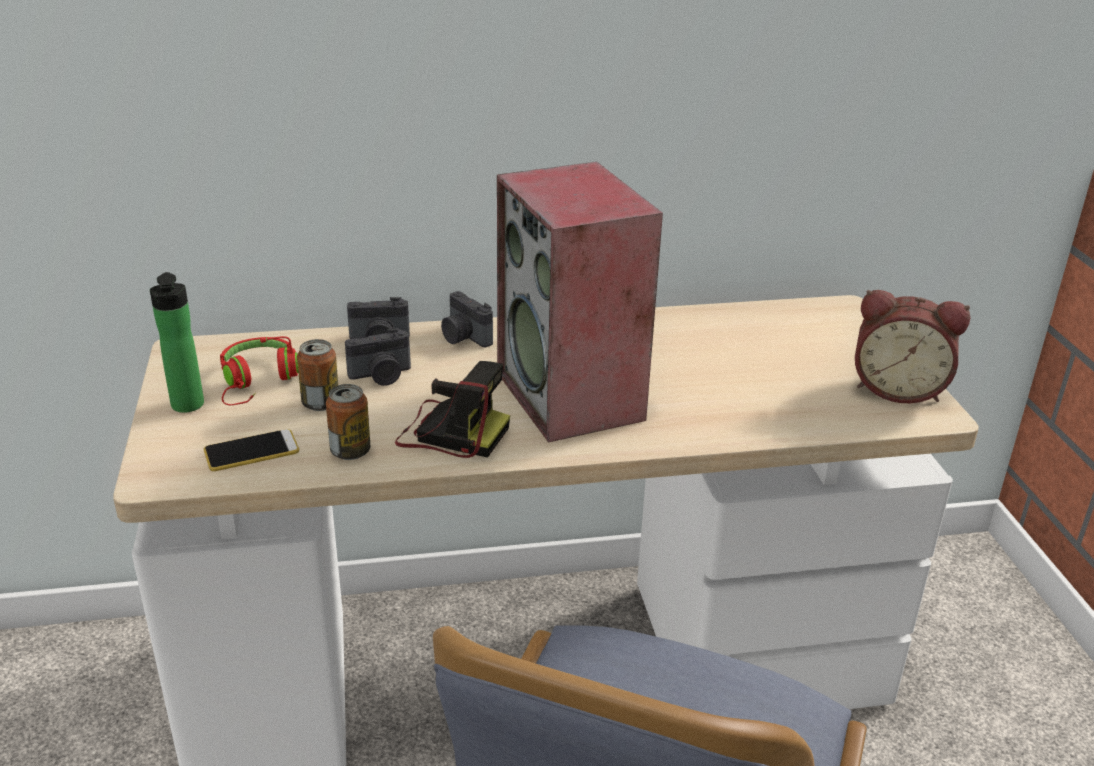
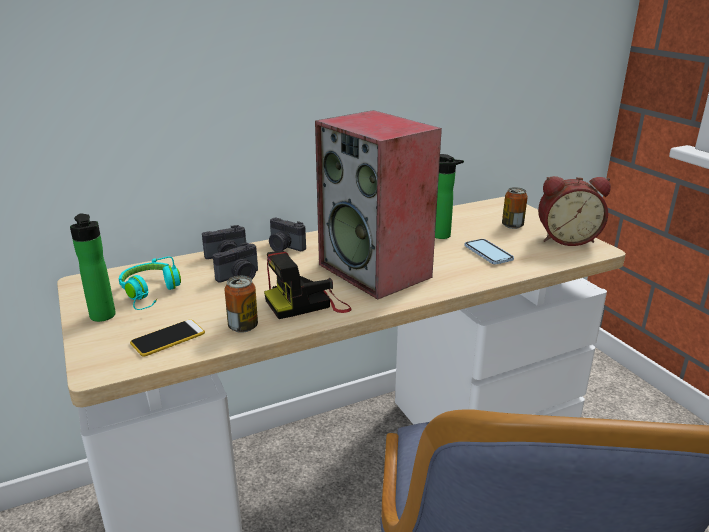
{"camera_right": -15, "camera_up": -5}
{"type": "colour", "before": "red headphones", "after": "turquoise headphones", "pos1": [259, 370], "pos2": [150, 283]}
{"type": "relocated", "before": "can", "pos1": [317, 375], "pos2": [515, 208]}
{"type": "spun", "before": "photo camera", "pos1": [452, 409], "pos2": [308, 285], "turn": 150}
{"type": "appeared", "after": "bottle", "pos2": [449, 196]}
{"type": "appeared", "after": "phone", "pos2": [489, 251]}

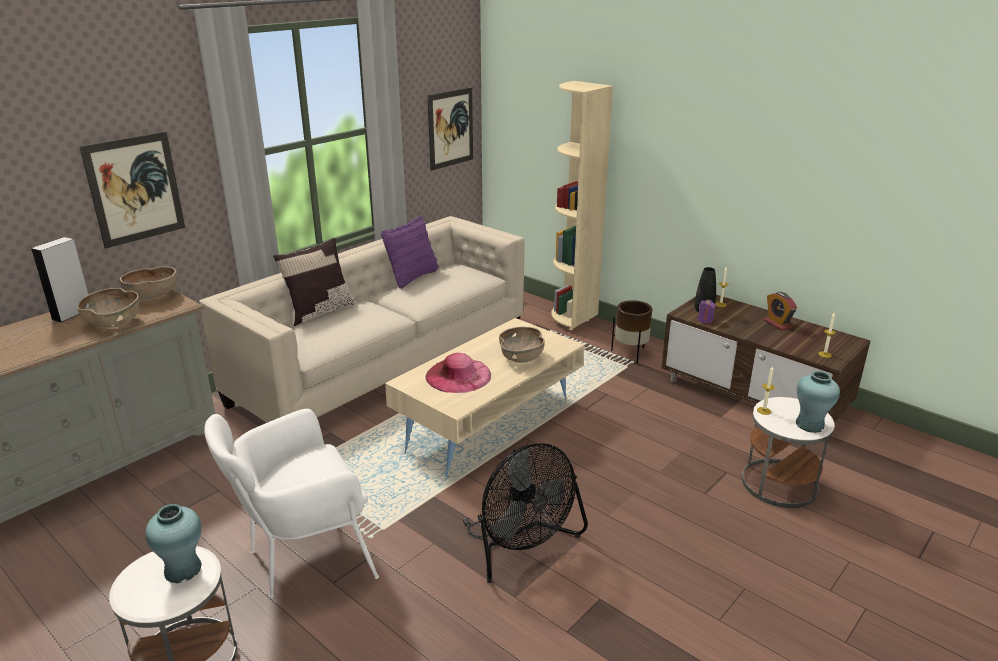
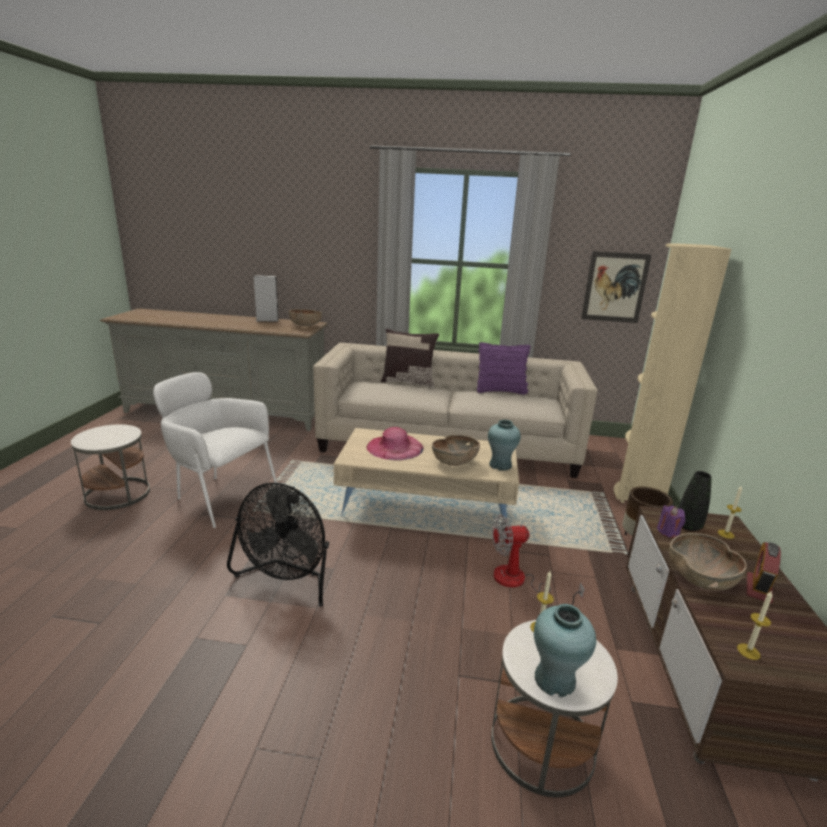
{"camera_right": 55, "camera_up": -5}
{"type": "missing", "before": "picture", "pos1": [132, 190]}
{"type": "relocated", "before": "brown bowl", "pos1": [108, 308], "pos2": [708, 562]}
{"type": "relocated", "before": "turquoise vase", "pos1": [173, 543], "pos2": [504, 445]}
{"type": "appeared", "after": "fan", "pos2": [538, 561]}

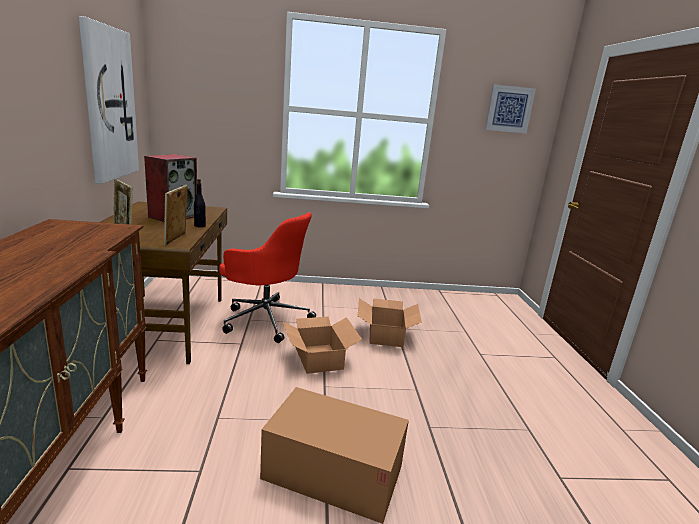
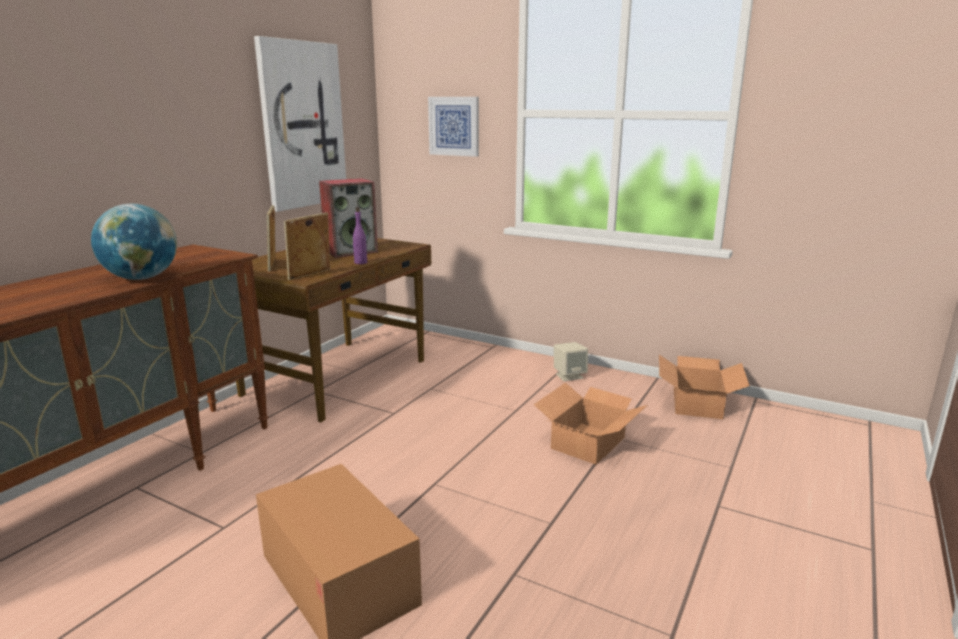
{"camera_right": 35, "camera_up": 0}
{"type": "relocated", "before": "picture", "pos1": [510, 109], "pos2": [453, 127]}
{"type": "colour", "before": "black bottle", "after": "purple bottle", "pos1": [200, 203], "pos2": [360, 235]}
{"type": "missing", "before": "red office chair", "pos1": [267, 277]}
{"type": "relocated", "before": "cardboard box", "pos1": [322, 345], "pos2": [704, 387]}
{"type": "appeared", "after": "globe", "pos2": [134, 242]}
{"type": "appeared", "after": "beige speaker", "pos2": [571, 361]}

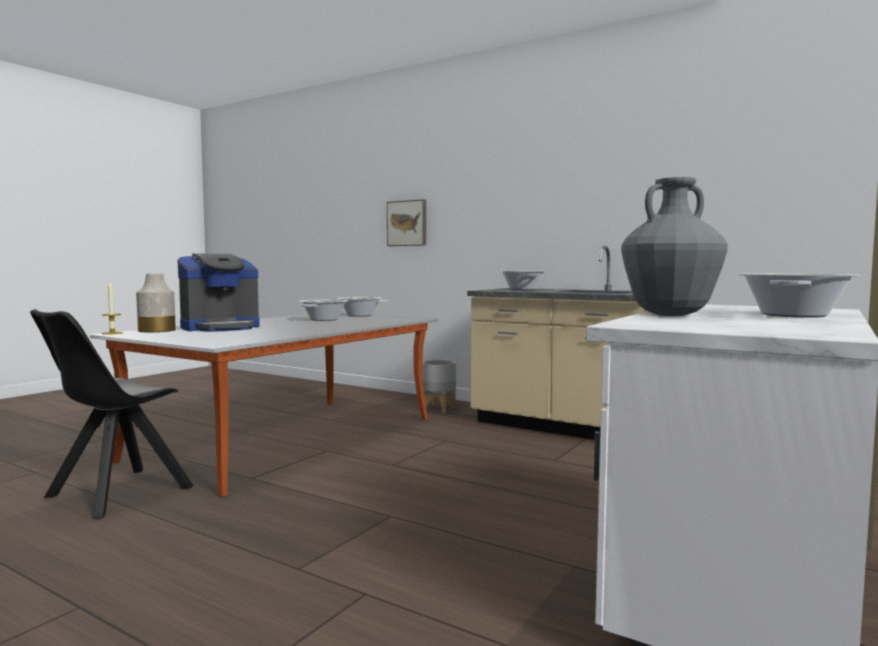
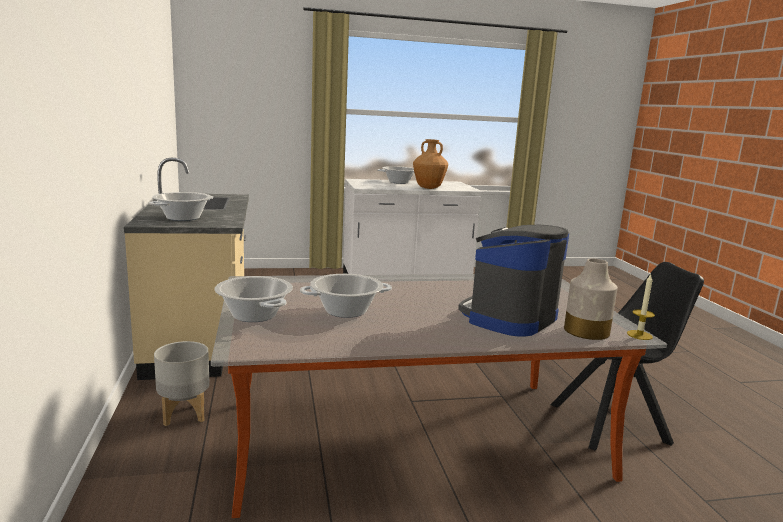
{"camera_right": -135, "camera_up": 10}
{"type": "colour", "before": "grey vase", "after": "brown vase", "pos1": [674, 246], "pos2": [430, 164]}
{"type": "missing", "before": "picture", "pos1": [406, 222]}
{"type": "spun", "before": "coffee machine", "pos1": [218, 292], "pos2": [513, 281], "turn": -60}

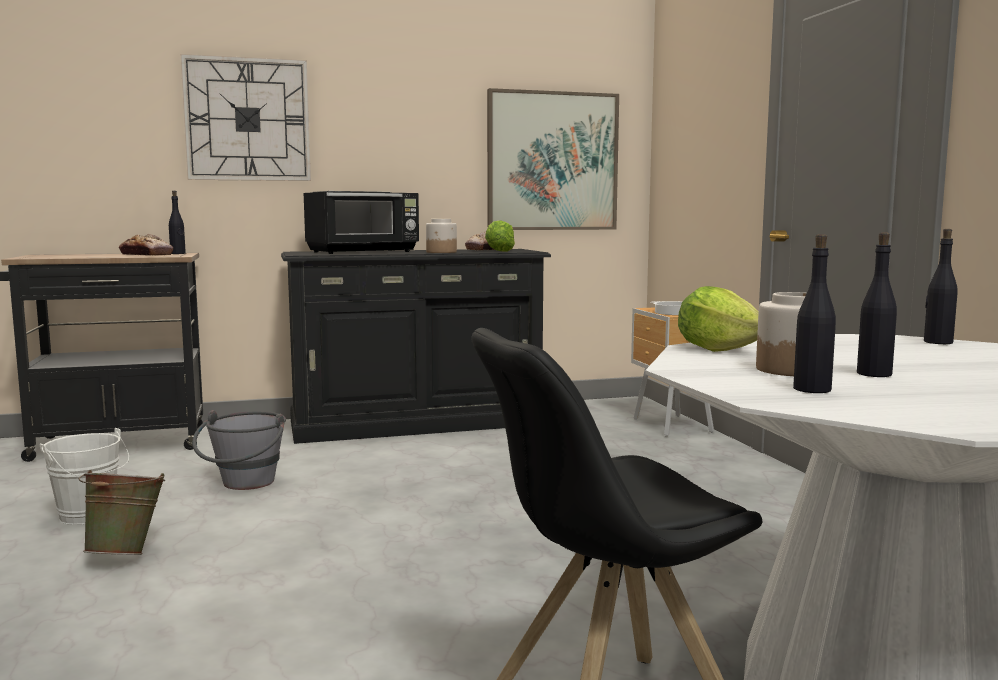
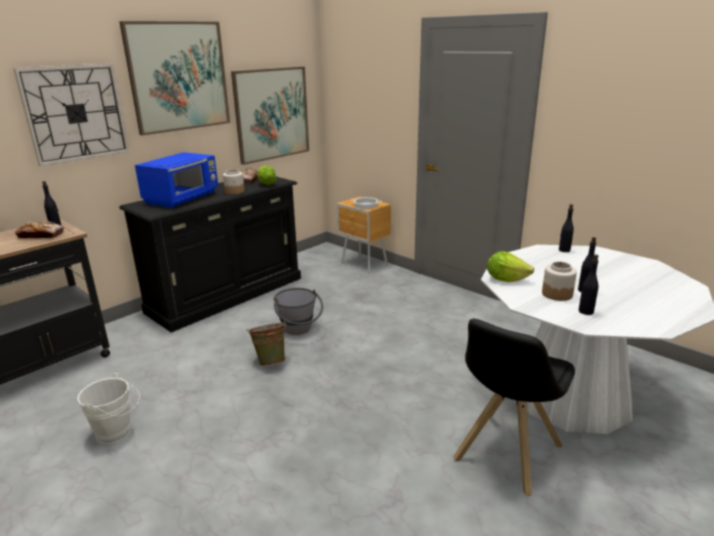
{"camera_right": -30, "camera_up": 15}
{"type": "colour", "before": "black microwave", "after": "blue microwave", "pos1": [361, 222], "pos2": [176, 180]}
{"type": "relocated", "before": "grey bucket", "pos1": [239, 450], "pos2": [298, 311]}
{"type": "relocated", "before": "green bucket", "pos1": [121, 512], "pos2": [266, 343]}
{"type": "appeared", "after": "picture", "pos2": [174, 78]}

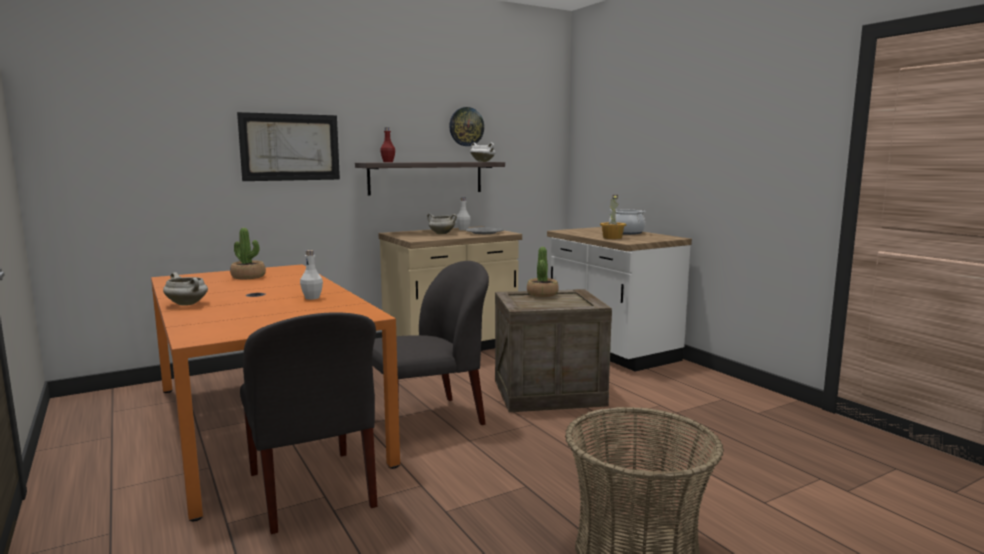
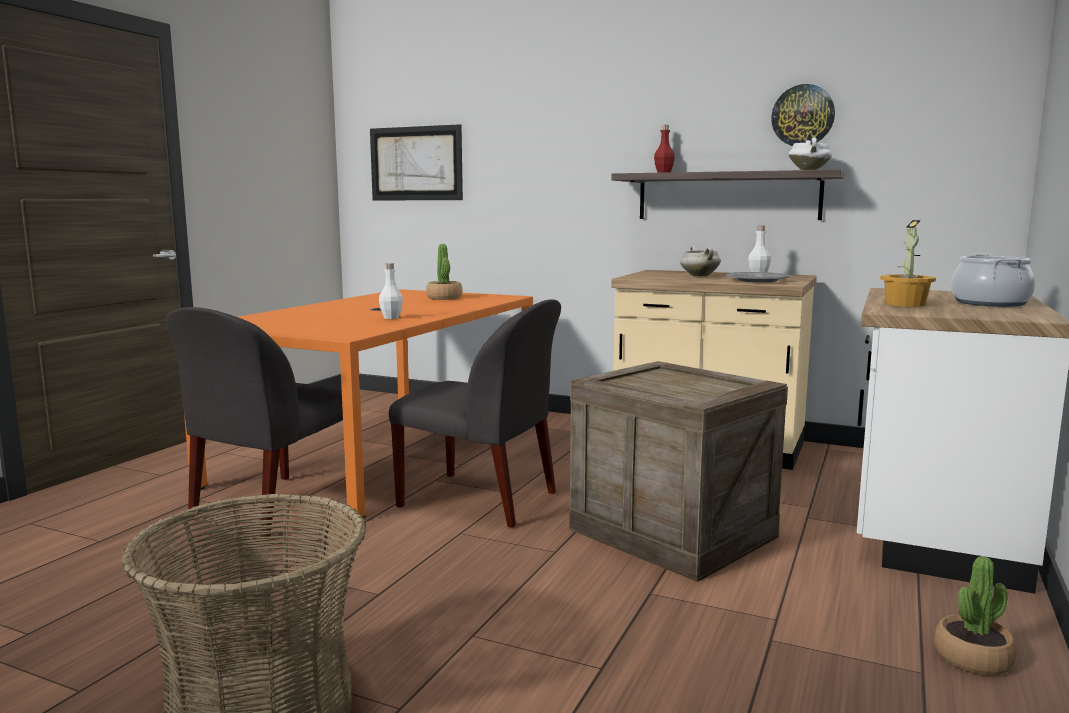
{"camera_right": 55, "camera_up": 0}
{"type": "relocated", "before": "picture", "pos1": [288, 146], "pos2": [416, 162]}
{"type": "relocated", "before": "potted plant", "pos1": [543, 272], "pos2": [975, 615]}
{"type": "missing", "before": "white cooking pot", "pos1": [185, 289]}

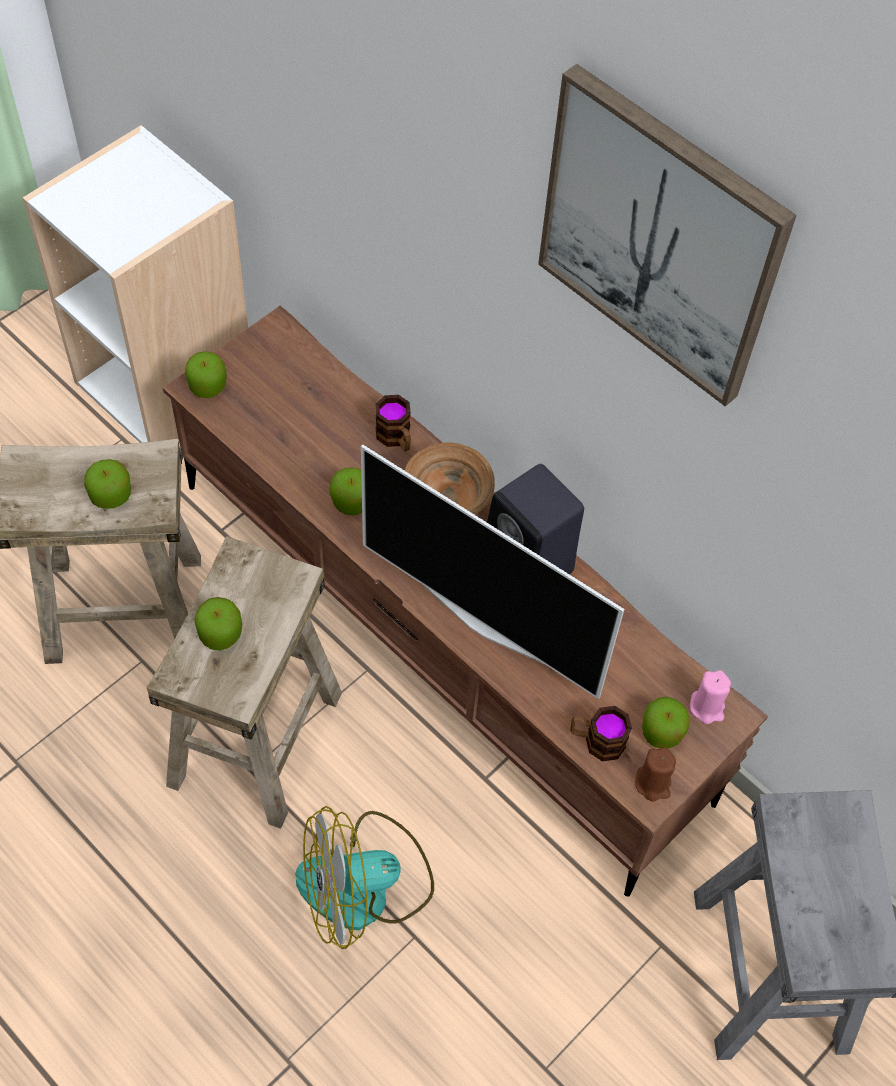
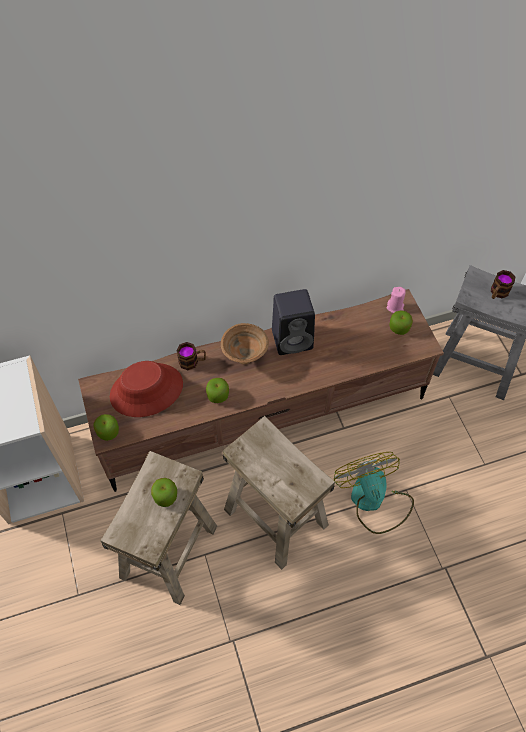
{"camera_right": -60, "camera_up": 0}
{"type": "missing", "before": "picture", "pos1": [667, 235]}
{"type": "missing", "before": "television", "pos1": [492, 571]}
{"type": "missing", "before": "apple", "pos1": [218, 624]}
{"type": "relocated", "before": "mug", "pos1": [601, 734], "pos2": [503, 284]}
{"type": "missing", "before": "brown candle", "pos1": [655, 774]}
{"type": "spun", "before": "fan", "pos1": [364, 877], "pos2": [374, 493], "turn": 150}
{"type": "appeared", "after": "red hat", "pos2": [146, 389]}

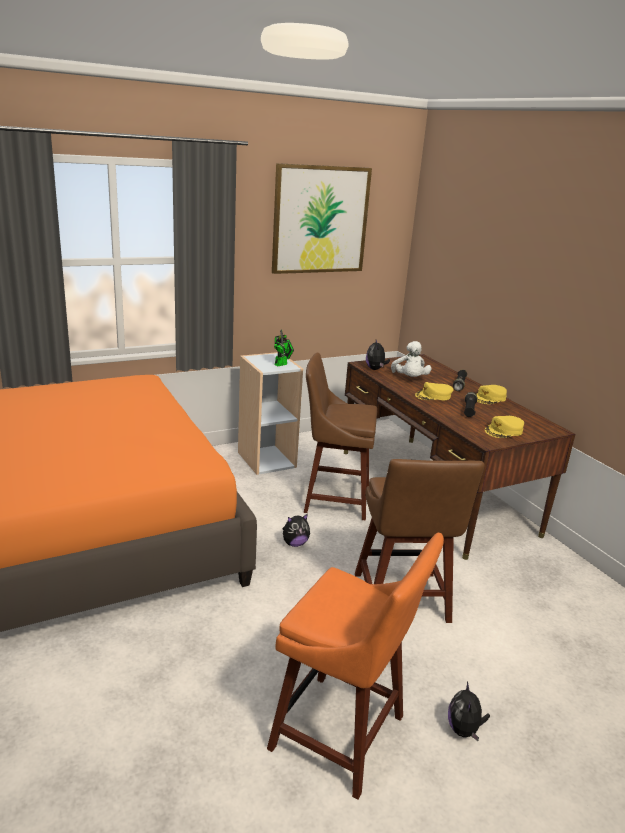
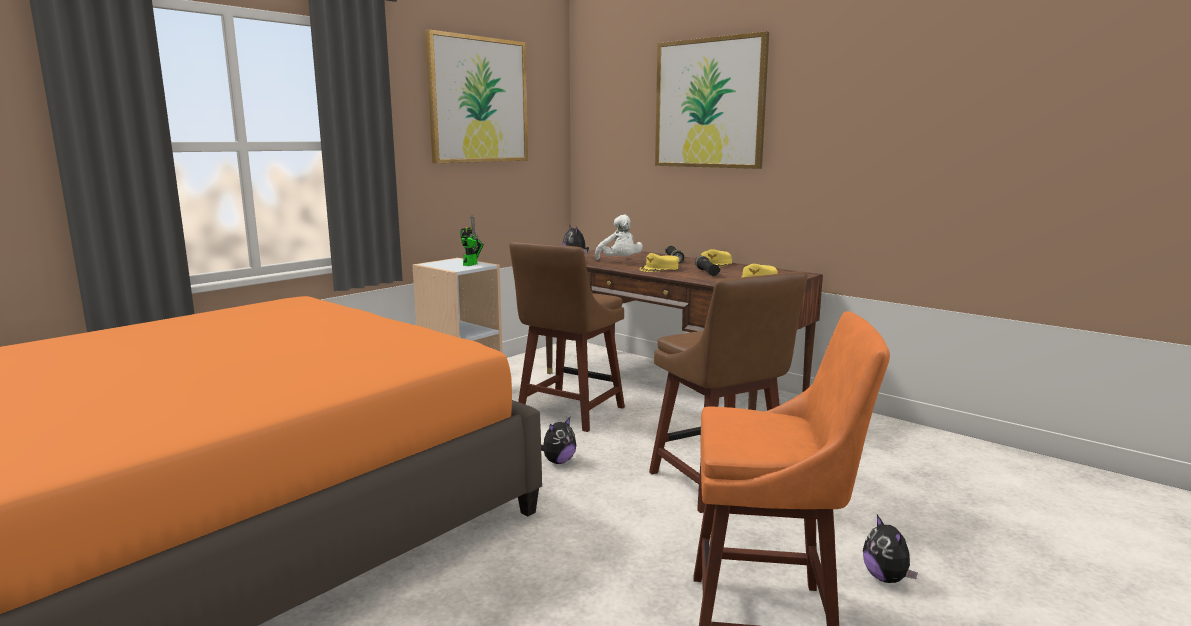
{"camera_right": -20, "camera_up": -10}
{"type": "spun", "before": "brown chair", "pos1": [340, 437], "pos2": [567, 336], "turn": -45}
{"type": "appeared", "after": "picture", "pos2": [712, 100]}

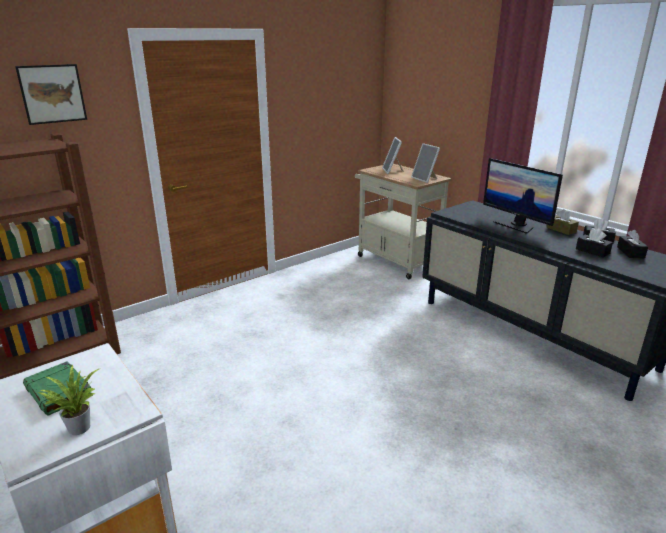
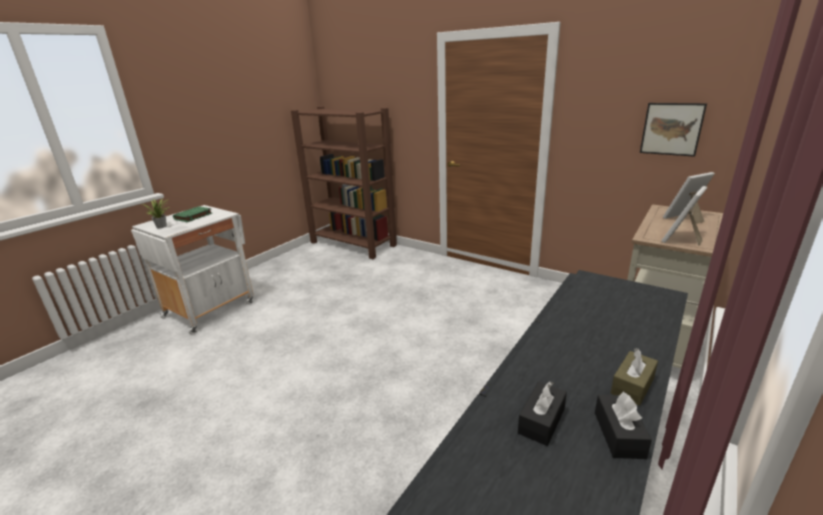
{"camera_right": 75, "camera_up": 0}
{"type": "relocated", "before": "picture", "pos1": [51, 94], "pos2": [673, 130]}
{"type": "missing", "before": "monitor", "pos1": [523, 196]}
{"type": "missing", "before": "black tissue box", "pos1": [632, 244]}

